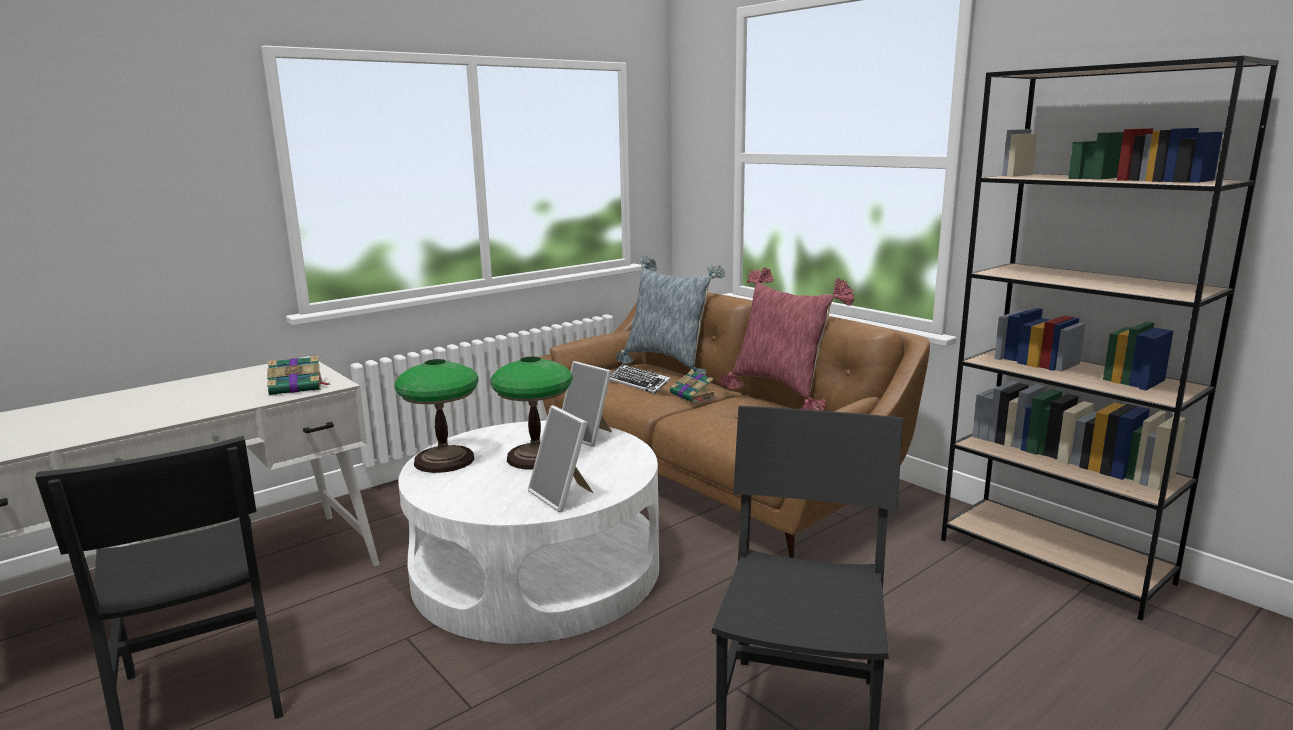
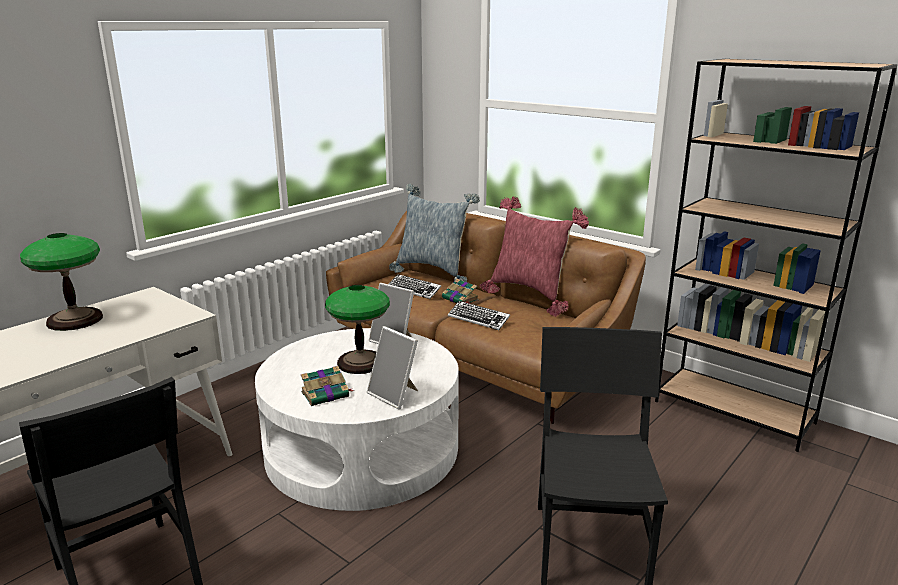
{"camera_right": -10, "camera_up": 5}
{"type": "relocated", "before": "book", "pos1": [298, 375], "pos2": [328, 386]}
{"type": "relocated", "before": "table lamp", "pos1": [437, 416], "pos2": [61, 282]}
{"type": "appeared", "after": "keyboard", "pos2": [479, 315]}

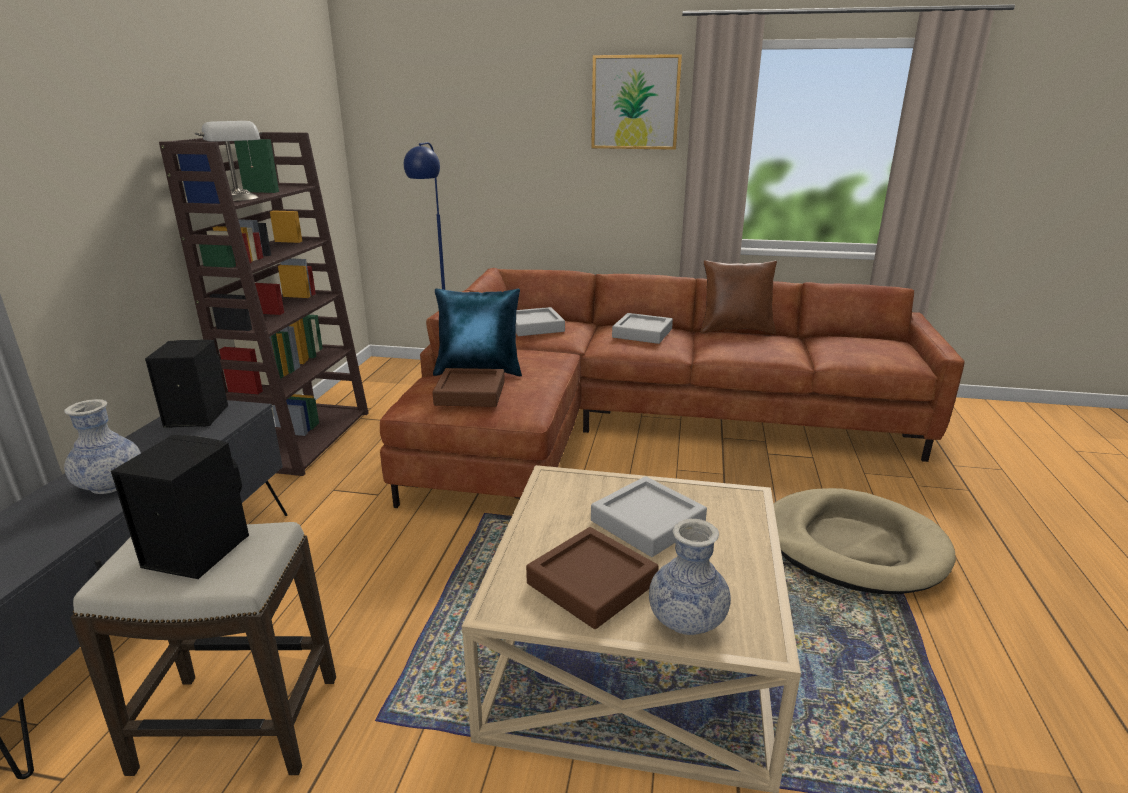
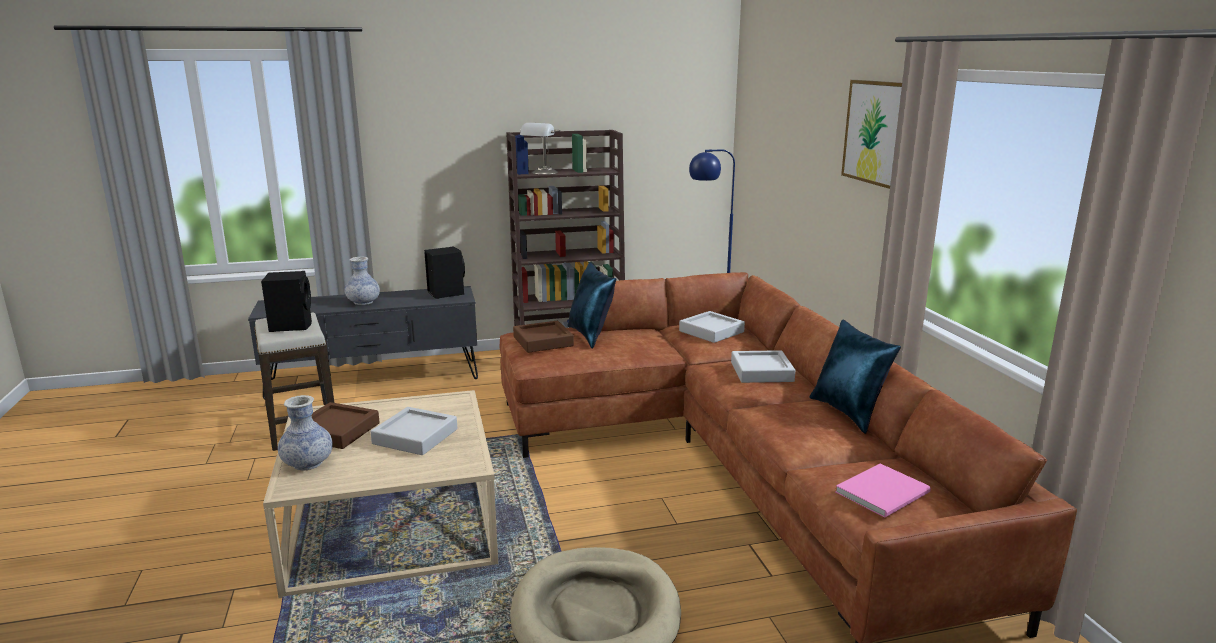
{"camera_right": 65, "camera_up": -5}
{"type": "colour", "before": "brown pillow", "after": "blue pillow", "pos1": [738, 297], "pos2": [855, 376]}
{"type": "appeared", "after": "pink book", "pos2": [883, 491]}

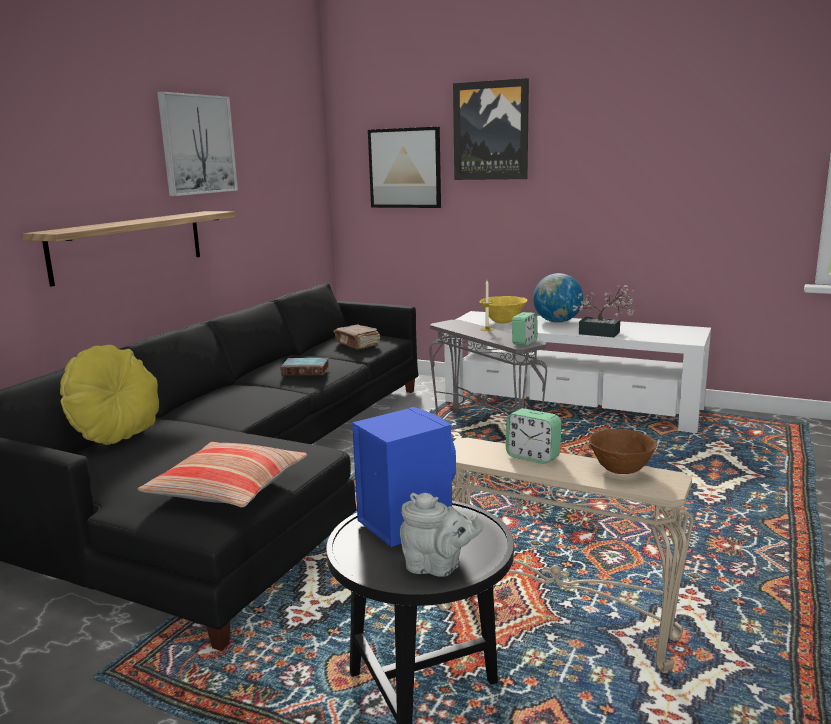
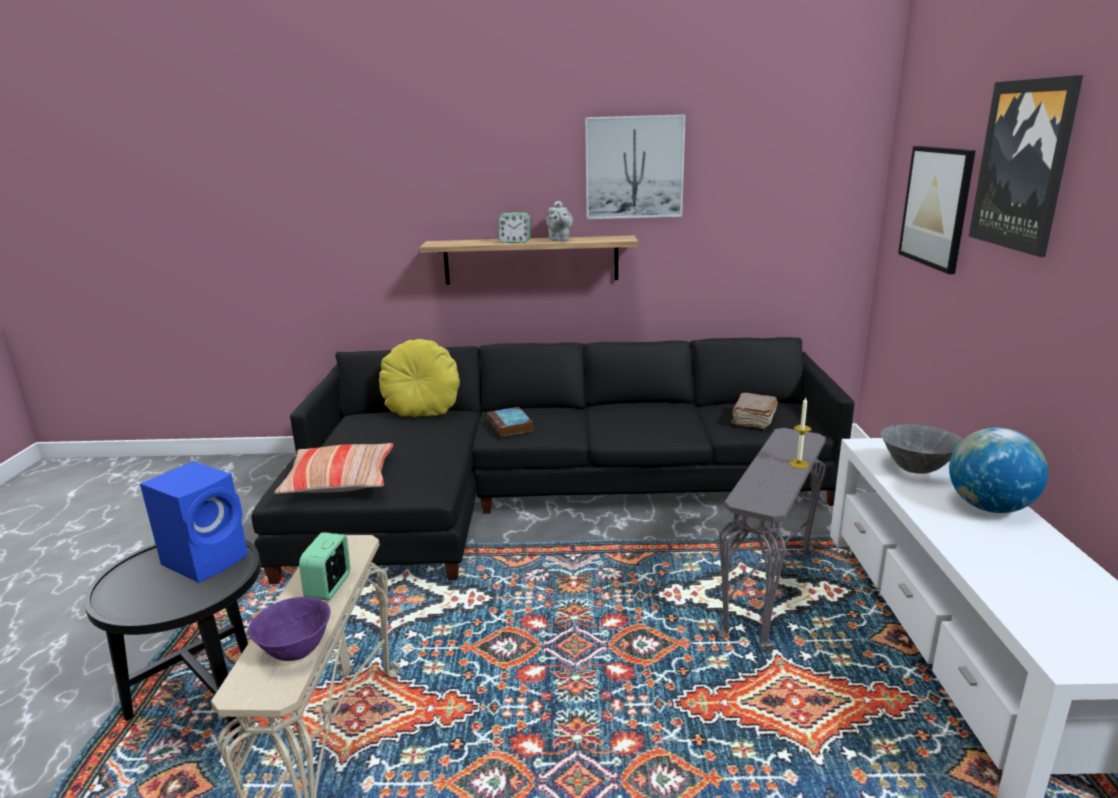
{"camera_right": 65, "camera_up": 5}
{"type": "missing", "before": "potted plant", "pos1": [603, 311]}
{"type": "colour", "before": "yellow bowl", "after": "grey bowl", "pos1": [503, 309], "pos2": [921, 449]}
{"type": "relocated", "before": "alarm clock", "pos1": [525, 329], "pos2": [514, 227]}
{"type": "relocated", "before": "book", "pos1": [304, 366], "pos2": [510, 422]}
{"type": "colour", "before": "brown bowl", "after": "purple bowl", "pos1": [623, 451], "pos2": [289, 629]}
{"type": "relocated", "before": "grey teapot", "pos1": [441, 535], "pos2": [559, 221]}

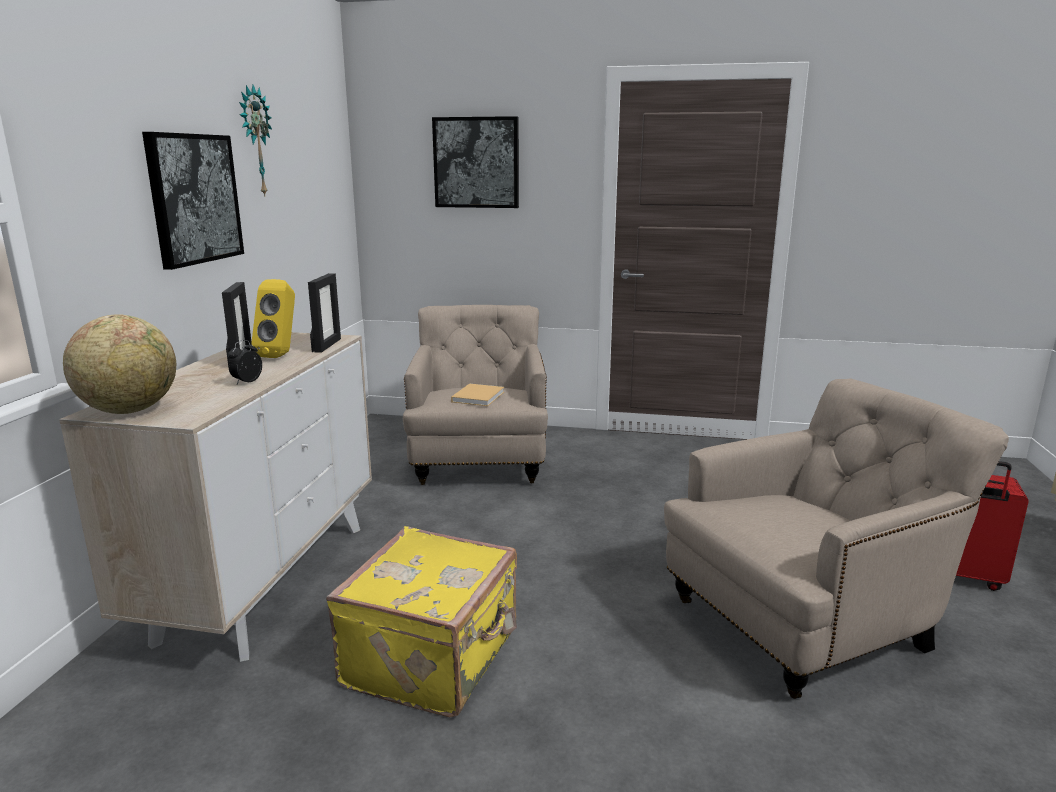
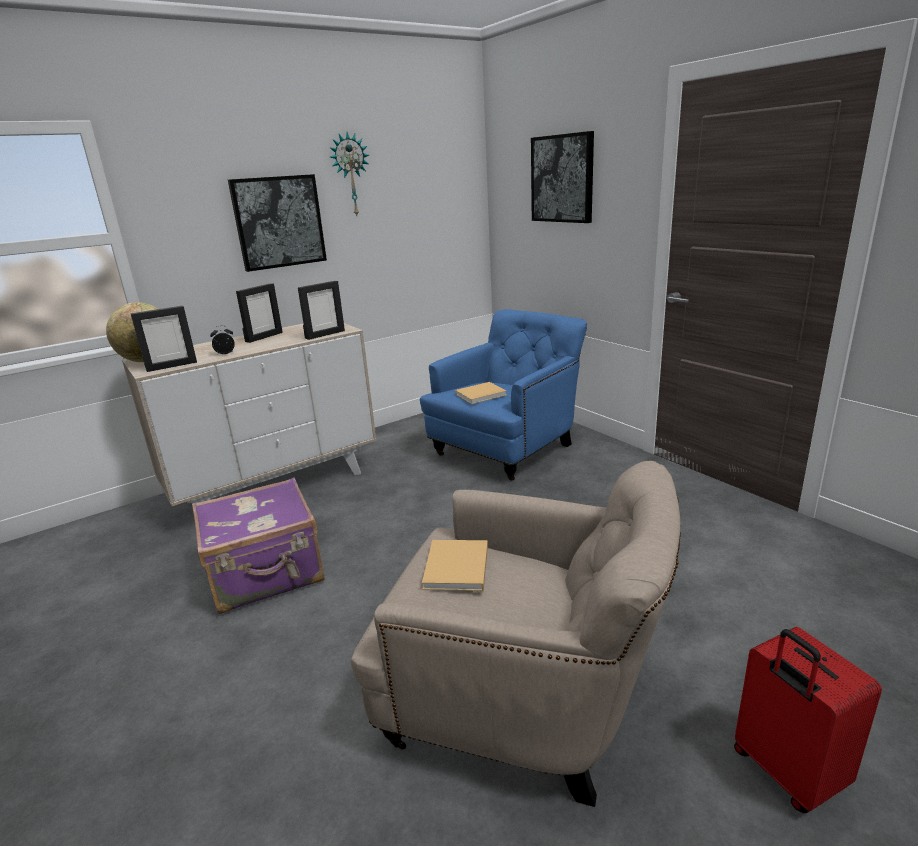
{"camera_right": 45, "camera_up": 5}
{"type": "missing", "before": "yellow speaker", "pos1": [273, 318]}
{"type": "colour", "before": "beige armchair", "after": "blue armchair", "pos1": [475, 395], "pos2": [503, 395]}
{"type": "colour", "before": "yellow suitcase", "after": "purple suitcase", "pos1": [421, 621], "pos2": [258, 545]}
{"type": "appeared", "after": "picture frame", "pos2": [163, 339]}
{"type": "appeared", "after": "beige book", "pos2": [455, 565]}

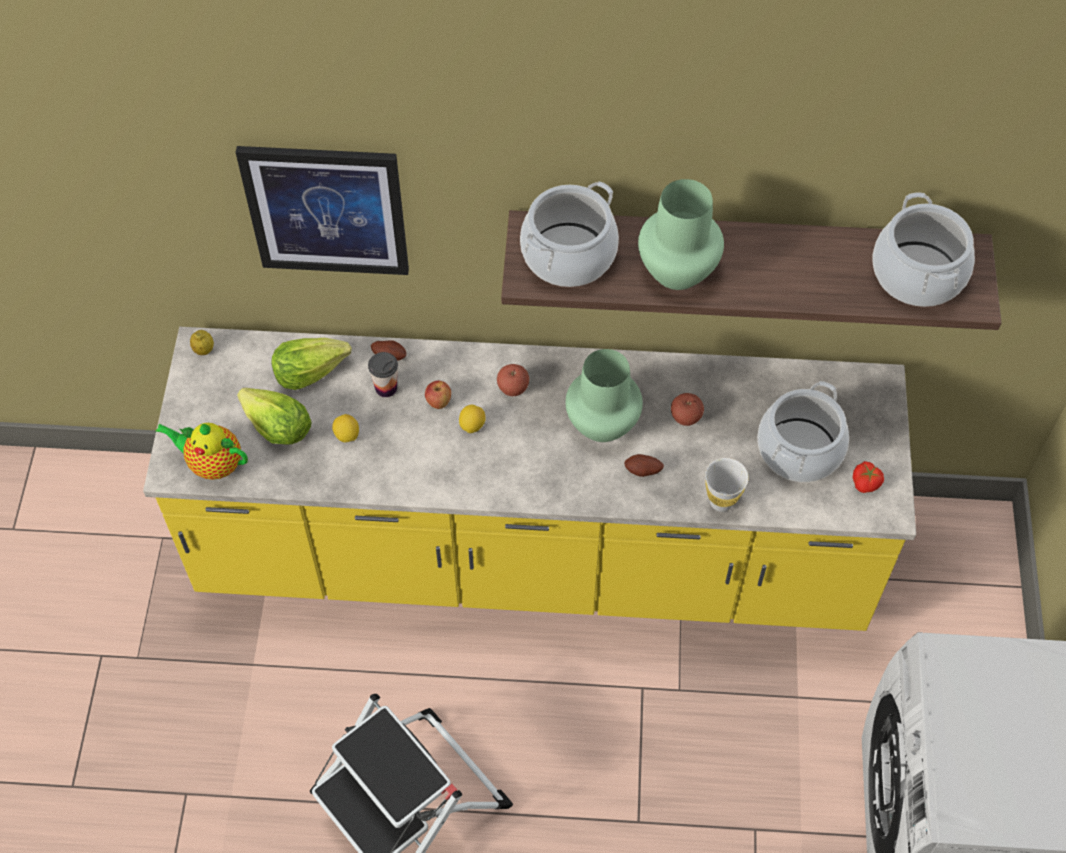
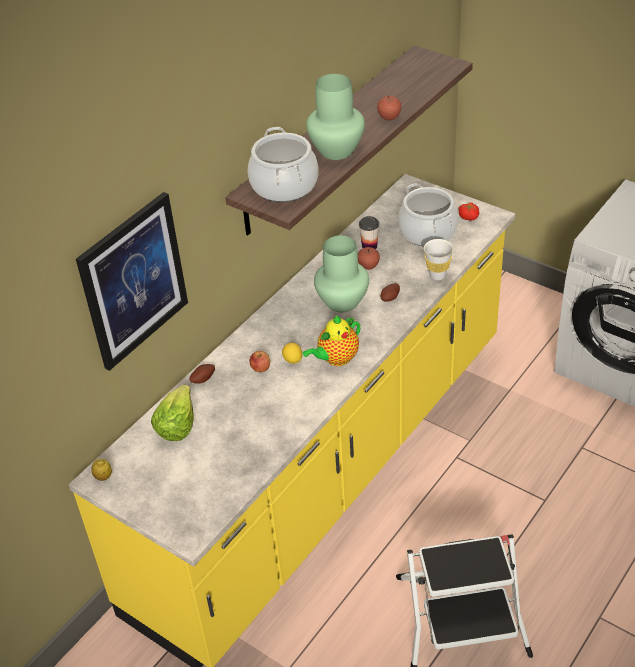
{"camera_right": -55, "camera_up": -15}
{"type": "missing", "before": "cooking pot", "pos1": [924, 249]}
{"type": "relocated", "before": "cup", "pos1": [383, 374], "pos2": [369, 232]}
{"type": "relocated", "before": "apple", "pos1": [513, 380], "pos2": [389, 107]}
{"type": "missing", "before": "lettuce", "pos1": [274, 416]}
{"type": "missing", "before": "lemon", "pos1": [345, 428]}
{"type": "relocated", "before": "teapot", "pos1": [202, 451], "pos2": [332, 341]}

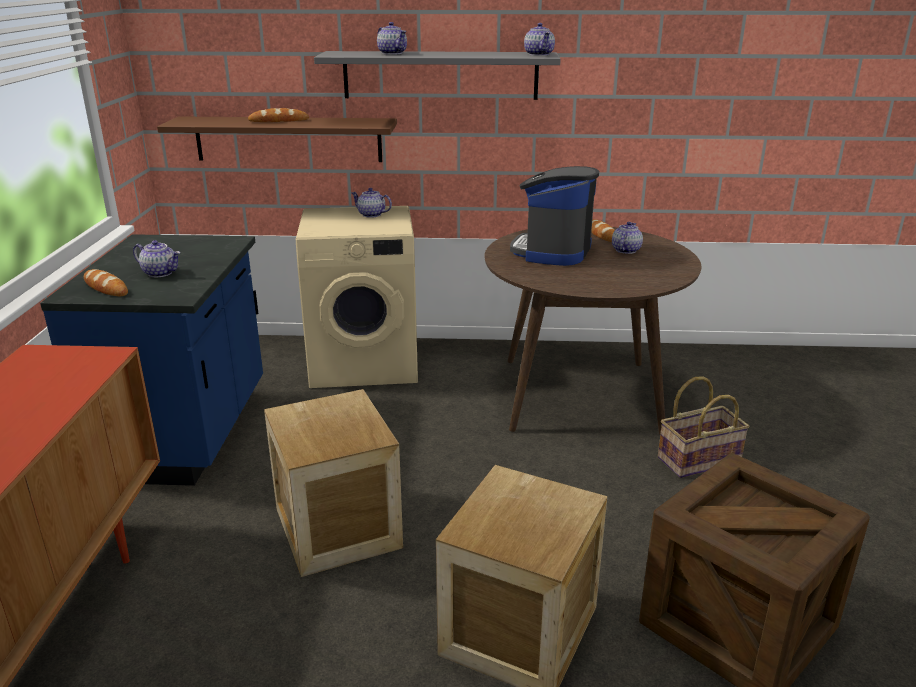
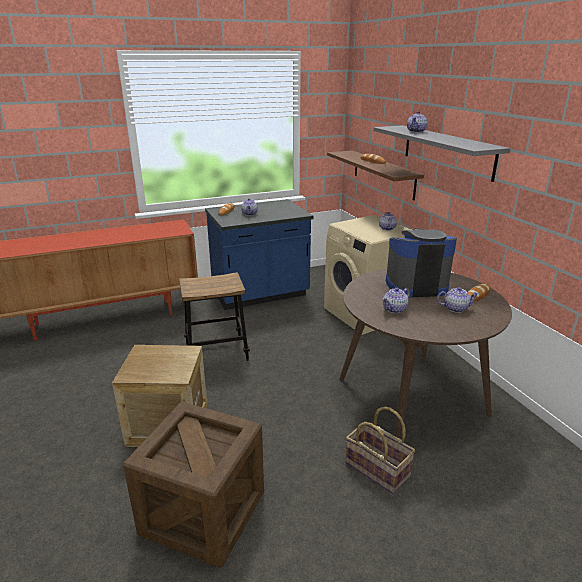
{"camera_right": 65, "camera_up": 0}
{"type": "relocated", "before": "teapot", "pos1": [539, 39], "pos2": [396, 301]}
{"type": "exchanged", "before": "crate", "after": "stool", "pos1": [333, 483], "pos2": [214, 316]}

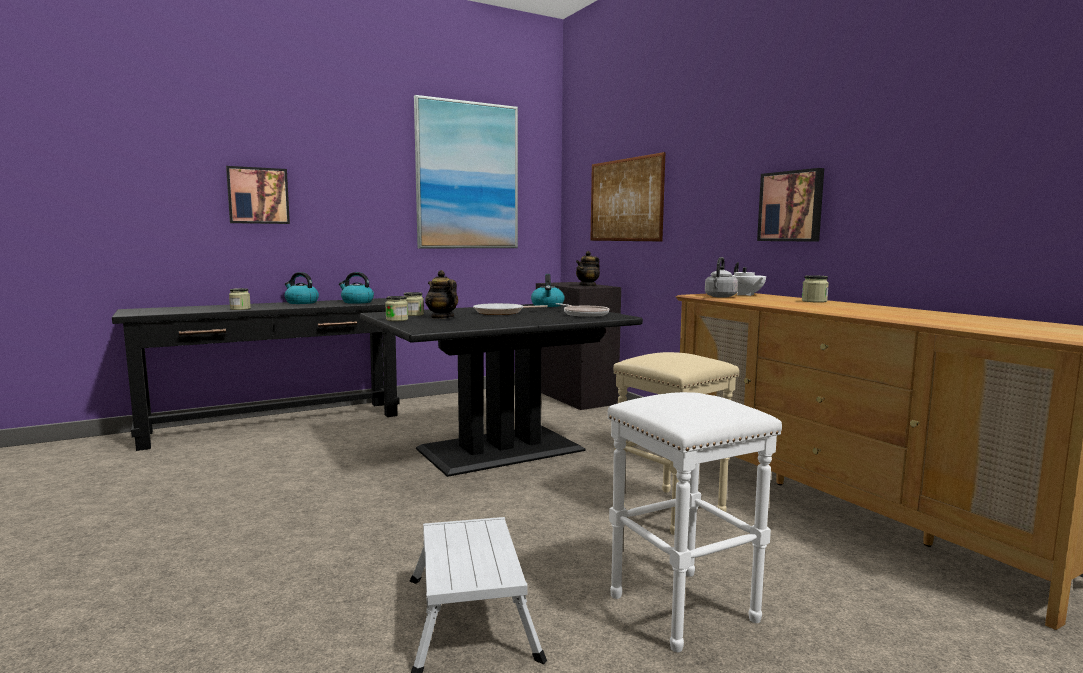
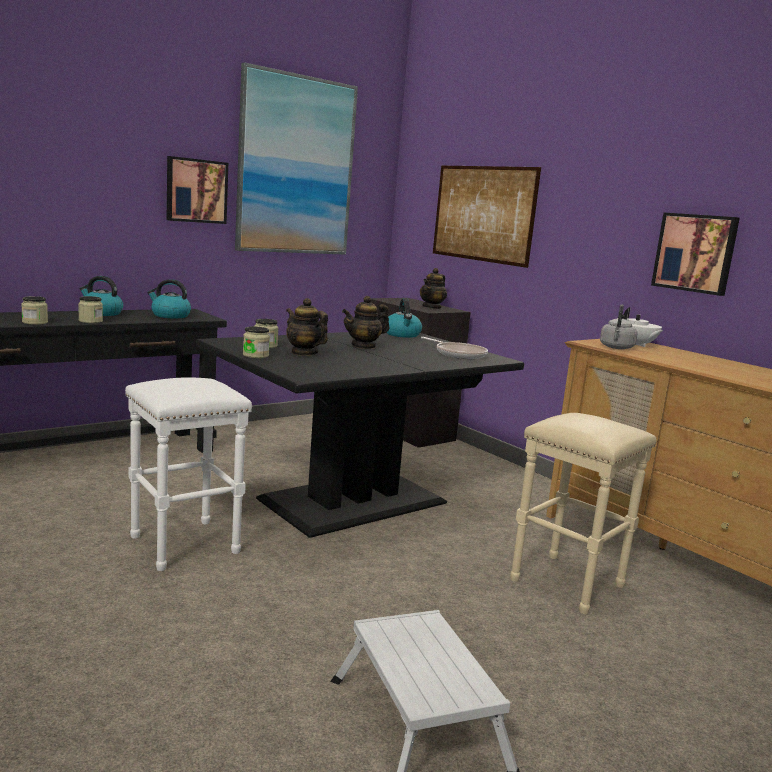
{"camera_right": -10, "camera_up": 5}
{"type": "relocated", "before": "picture", "pos1": [258, 195], "pos2": [197, 190]}
{"type": "relocated", "before": "jar", "pos1": [815, 289], "pos2": [90, 309]}
{"type": "exchanged", "before": "frying pan", "after": "teapot", "pos1": [510, 309], "pos2": [365, 322]}
{"type": "relocated", "before": "white stool", "pos1": [695, 522], "pos2": [188, 474]}

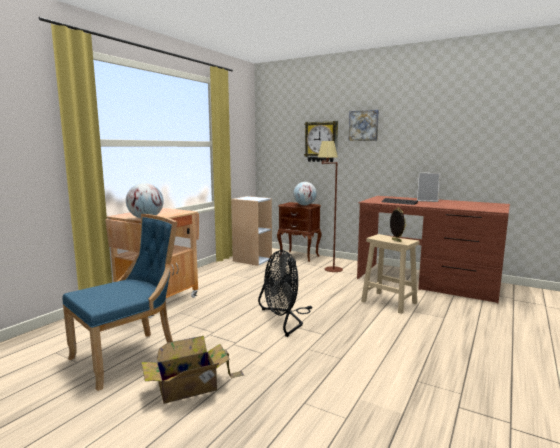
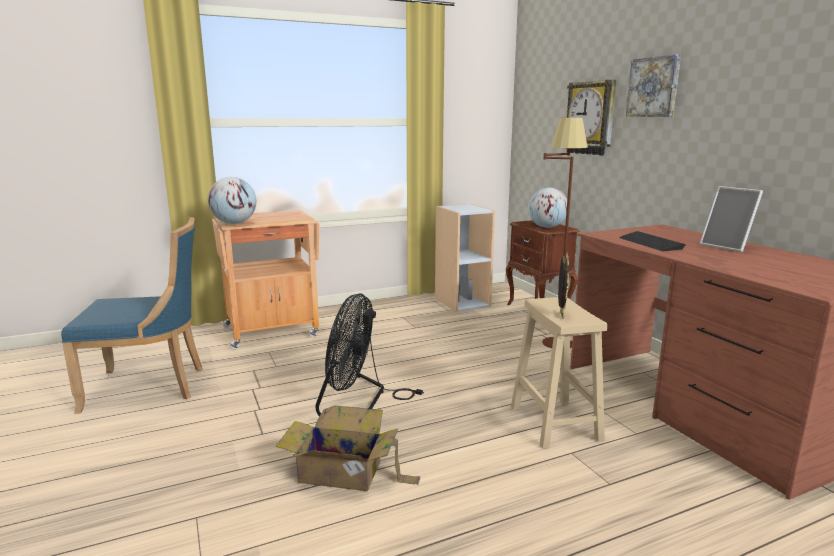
{"camera_right": 35, "camera_up": 5}
{"type": "relocated", "before": "cardboard box", "pos1": [192, 370], "pos2": [347, 448]}

